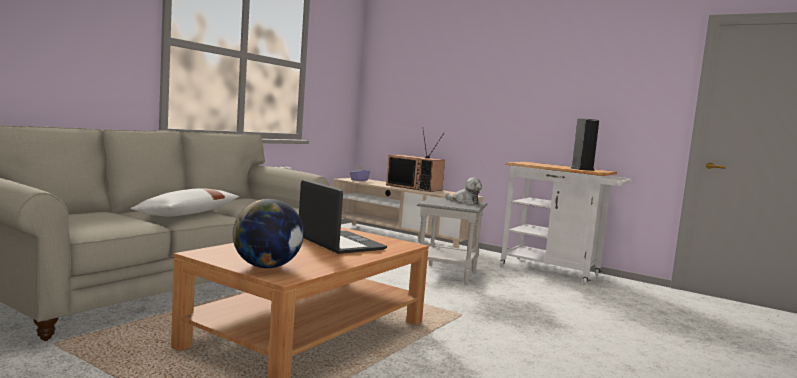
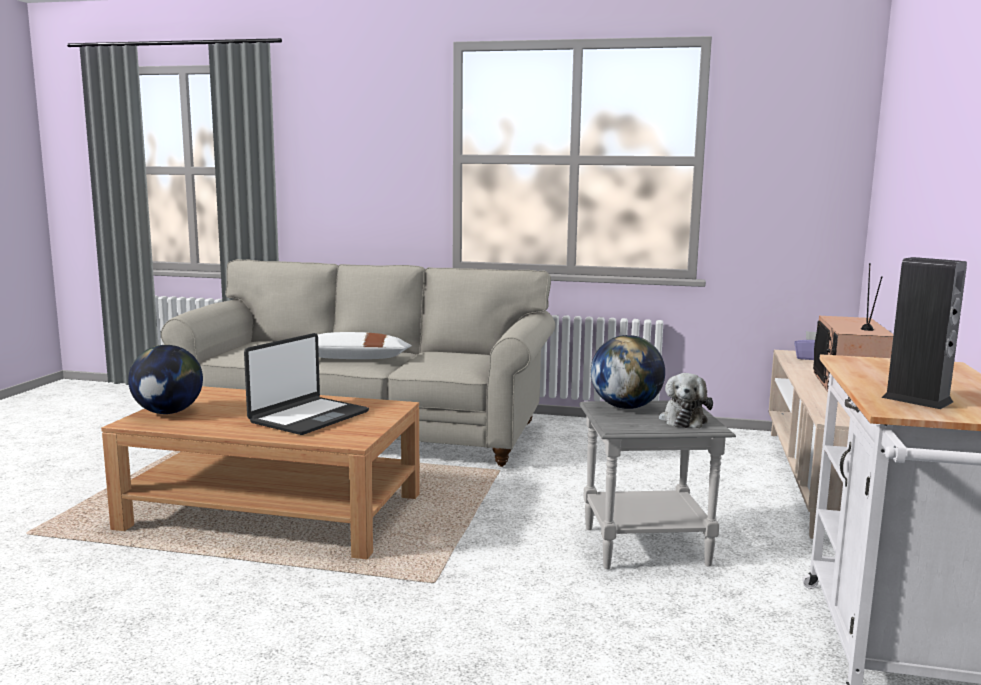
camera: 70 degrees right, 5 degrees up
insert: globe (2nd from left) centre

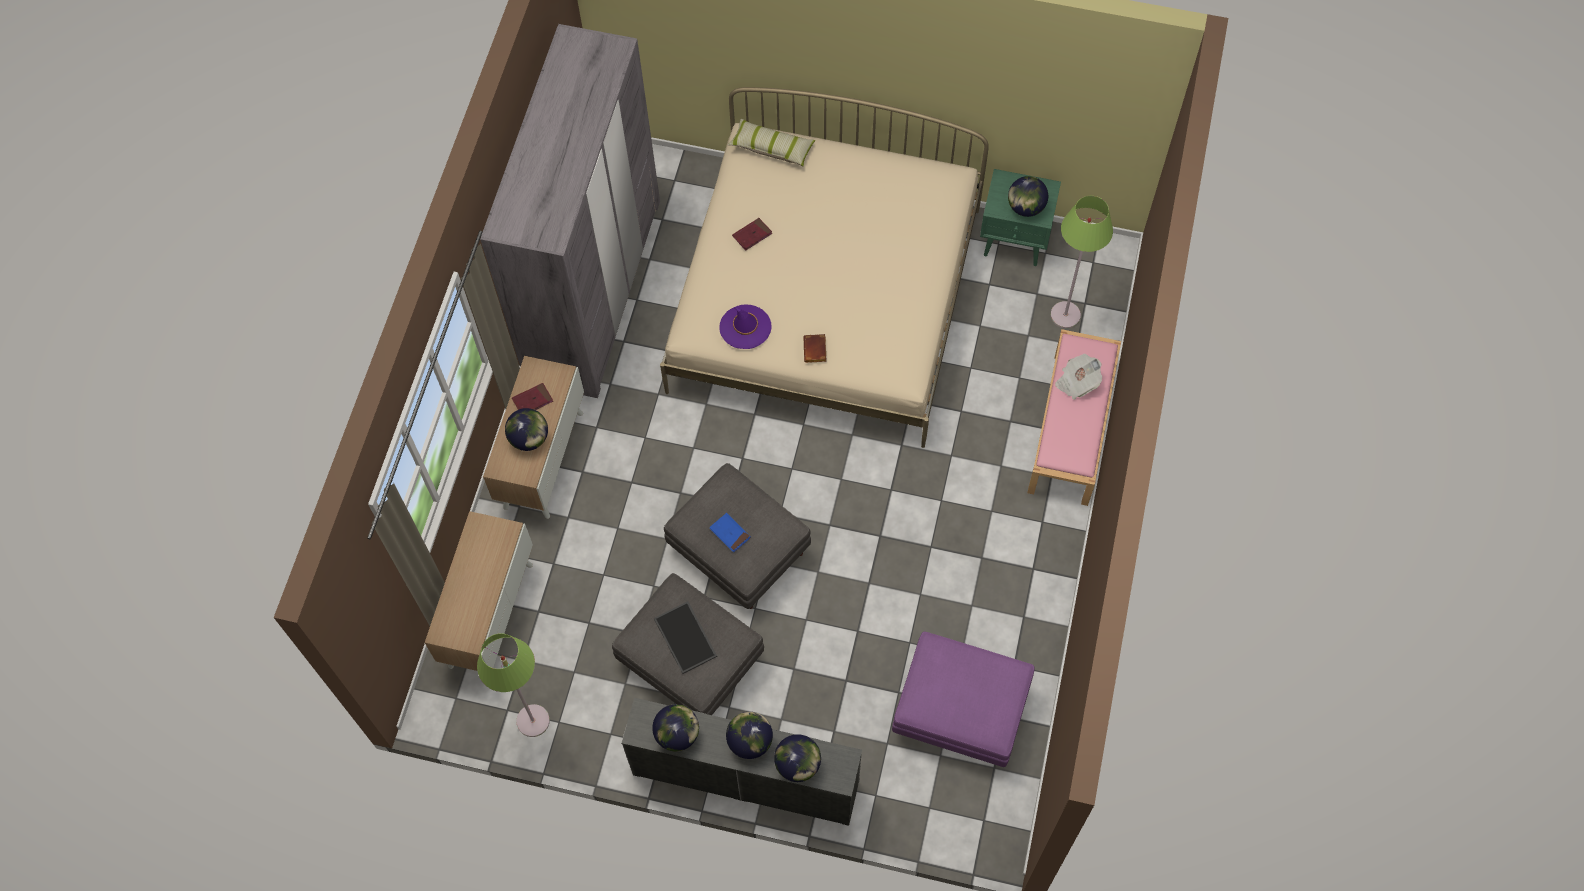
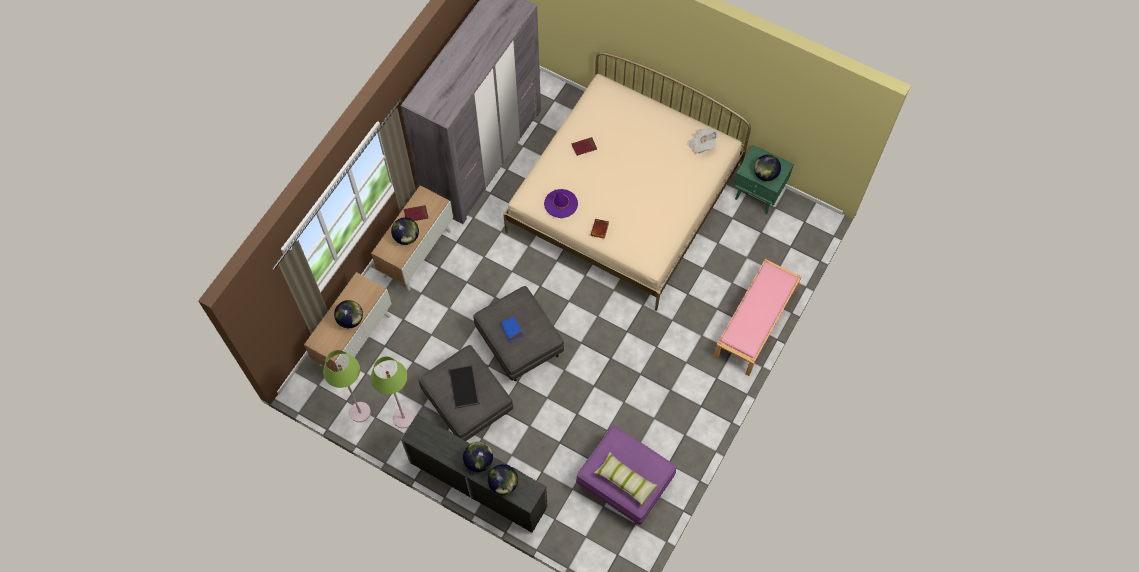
camera: 15 degrees right, 0 degrees up
move: cushion top centre to bottom centre; green-coloured standard lamp (2nd from left) top right to bottom centre; printed paper middle right to top centre; globe (2nd from left in the first image) bottom centre to globe (1st from left) middle left

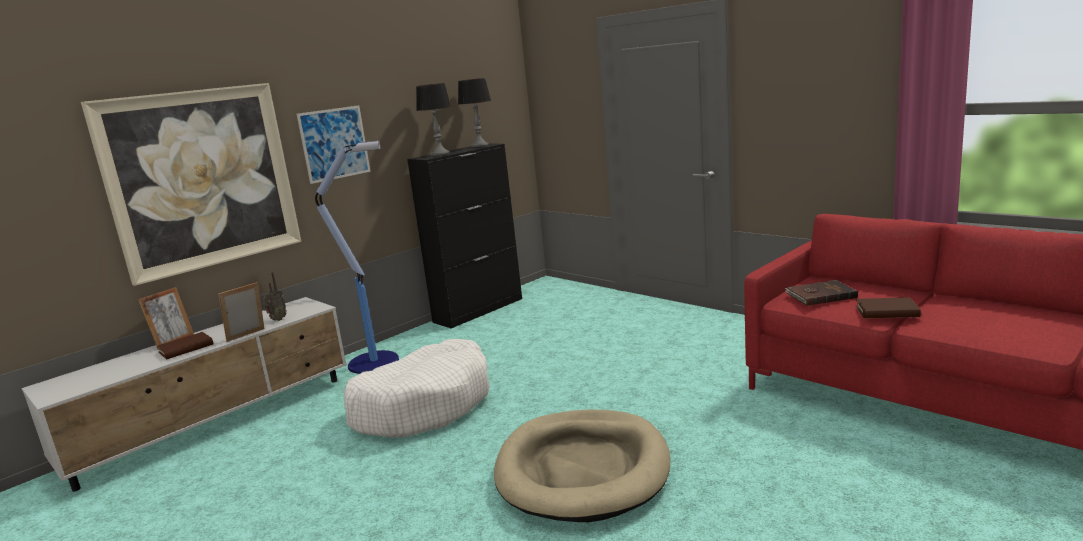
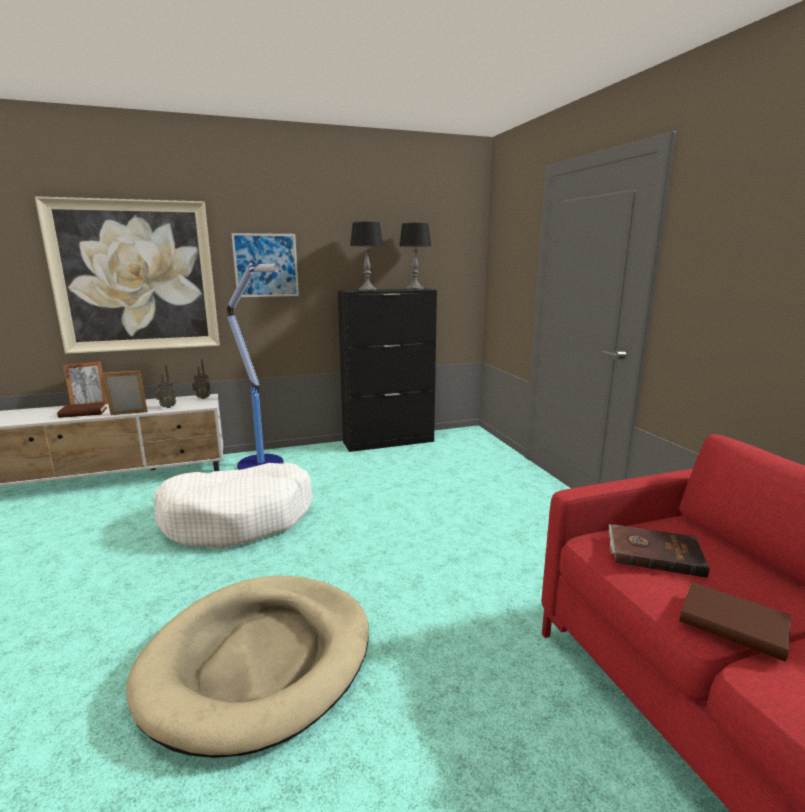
camera: 25 degrees right, 0 degrees up
insert: radio receiver (2nd from left) middle left

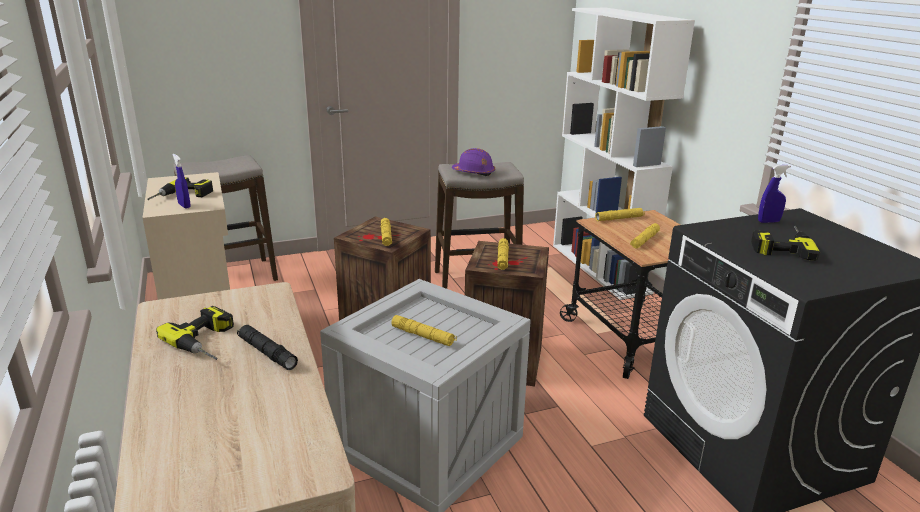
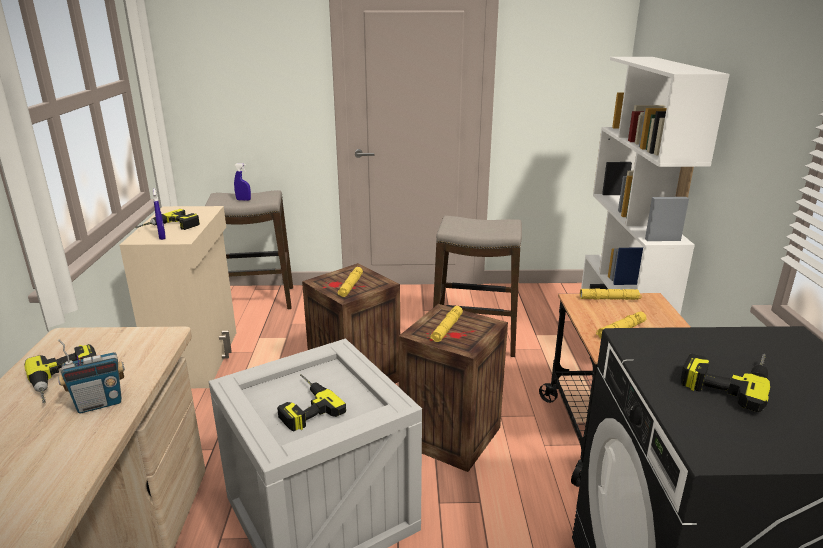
camera: 20 degrees right, 0 degrees up
delete: purple-coloured work helmet top centre
move: bluish sprayer (2nd from left) middle right to top left
replace: yellowish torch (2nd from left) centre to power drill (3rd from left) bottom centre; black-coloured torch bottom left to radio receiver bottom left

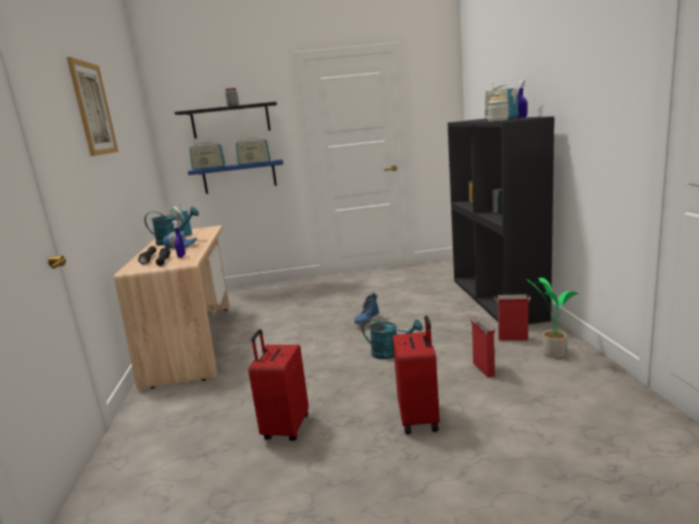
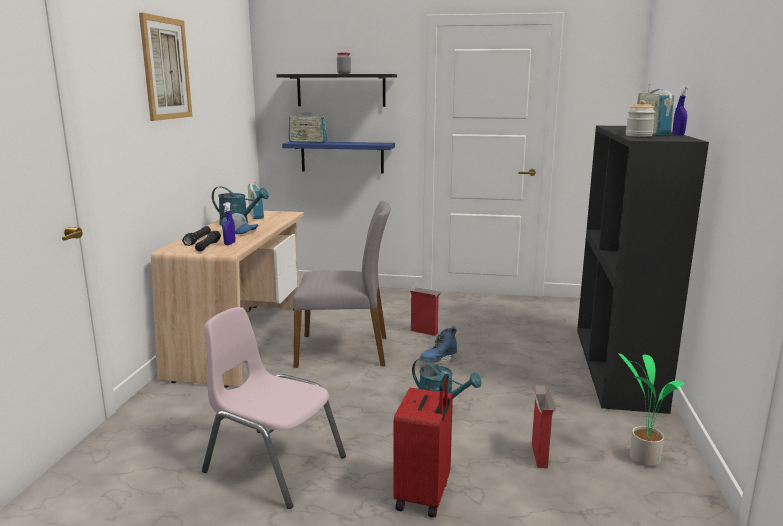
camera: 15 degrees right, 0 degrees up
delete: radio receiver (3rd from left) top centre
insert: gray upright chair centre
move: carton (2nd from left in the first image) middle right to carton (1st from left) centre
replace: red piece of luggage (1st from left) bottom centre to pink-coloured upright chair bottom centre

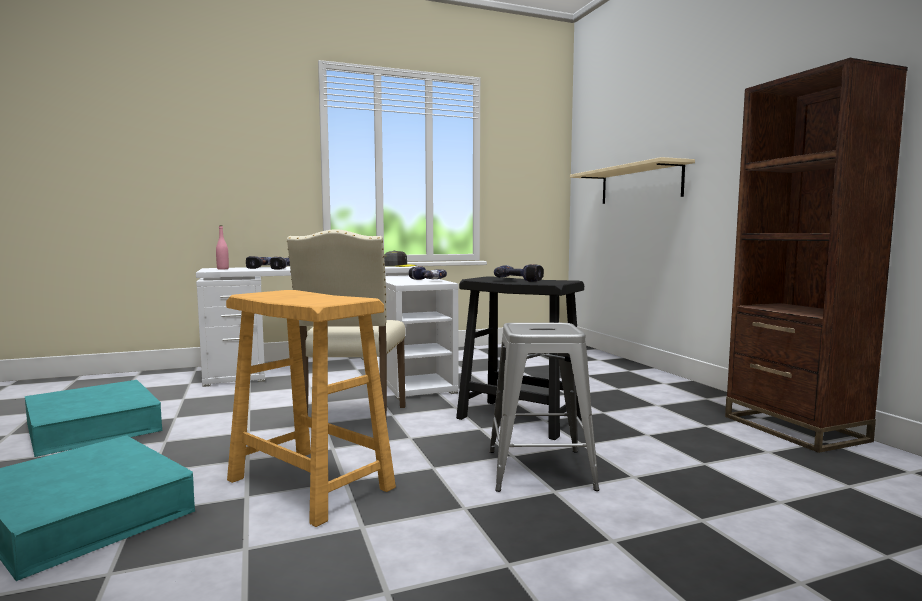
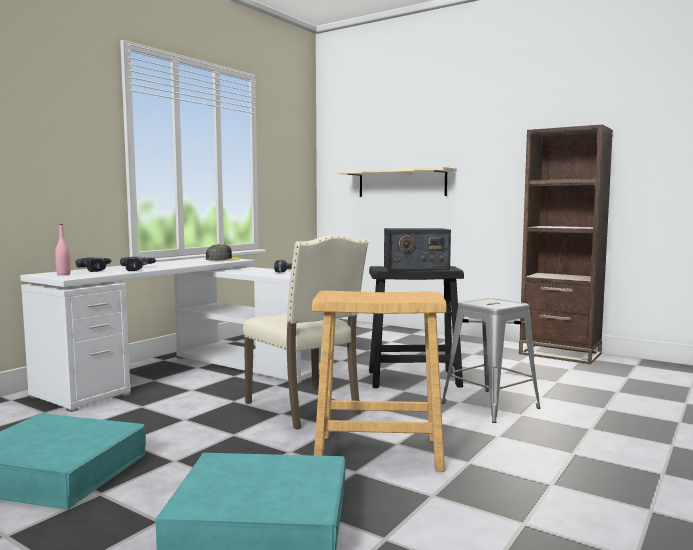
camera: 35 degrees left, 0 degrees up
replace: power drill (4th from left) centre to radio receiver centre

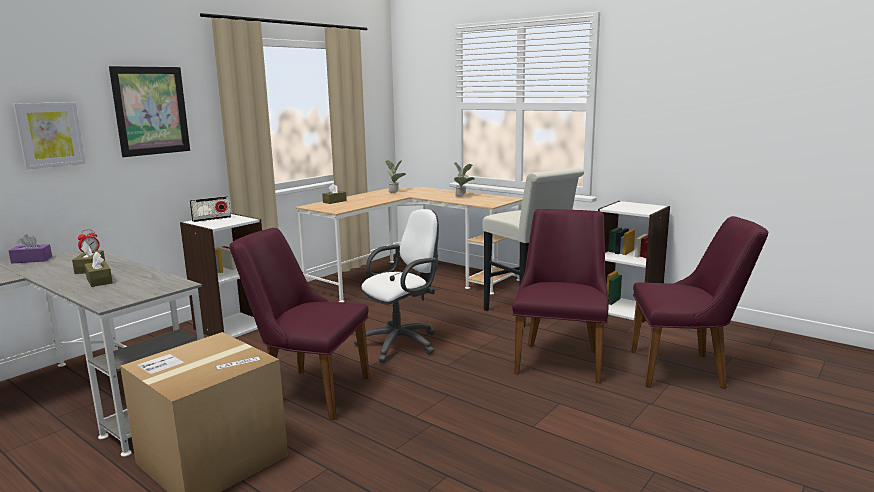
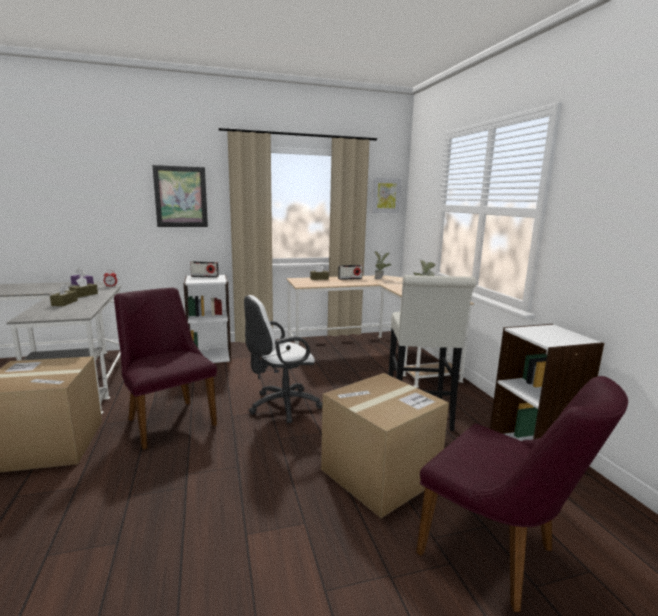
camera: 35 degrees right, 0 degrees up
insert: radio receiver (2nd from left) centre
move: wall picture (1st from left in the first image) top left to wall picture (2nd from left) top centre
replace: purple-coloured upright chair (2nd from left) centre to carton (2nd from left) bottom centre
rotate: whitish office chair centre = centre 150 degrees clockwise

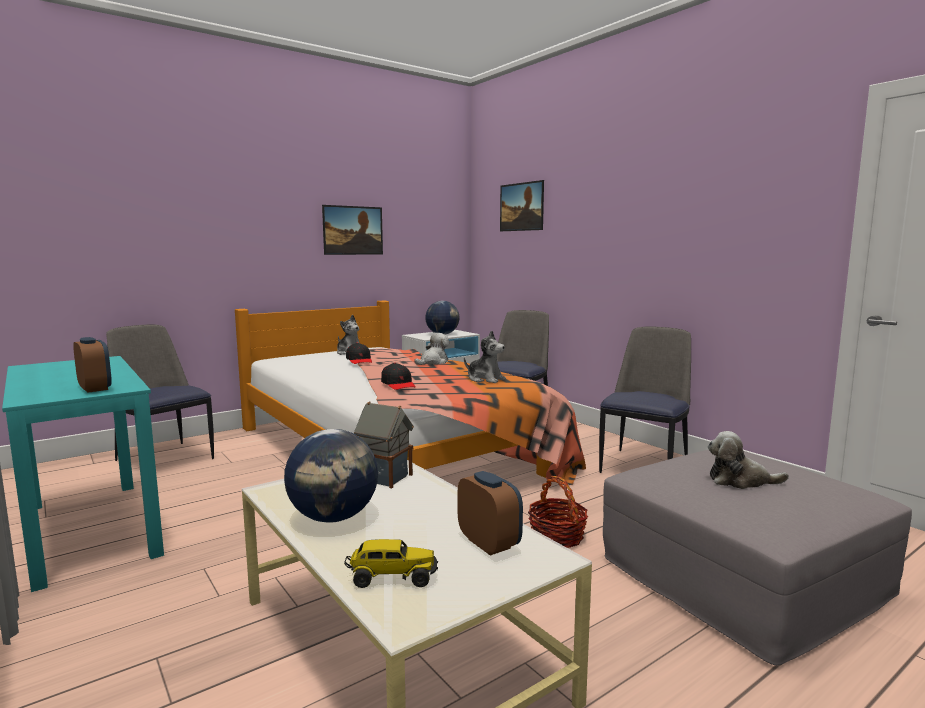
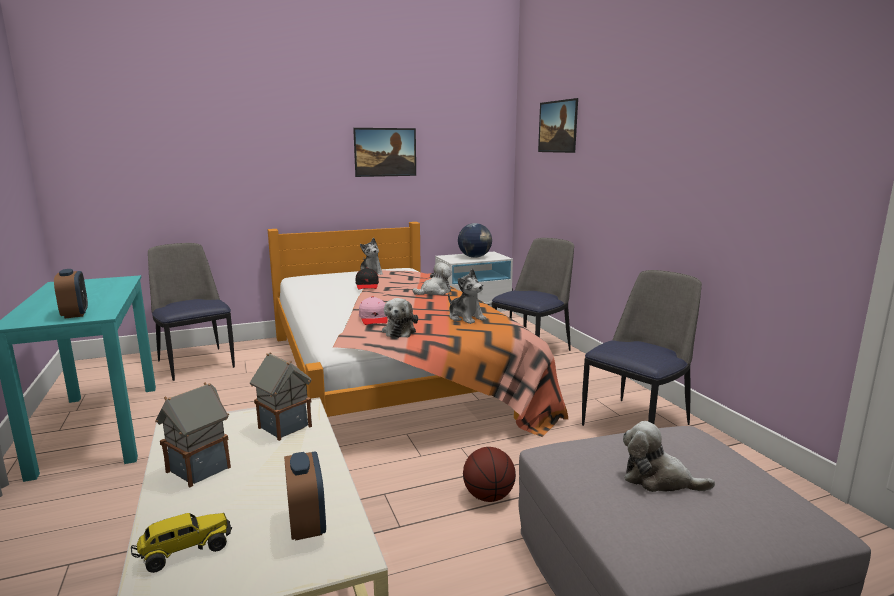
camera: 15 degrees right, 5 degrees up
insert: soft toy (2nd from left) centre
replace: globe (1st from left) bottom centre to miniature house (1st from left) bottom left; household basket bottom centre to basketball bottom centre
recolor: black-coloured peaked cap (2nd from left) centre to pink-coloured peaked cap centre
rotate: model truck bottom centre = bottom left 45 degrees counterclockwise

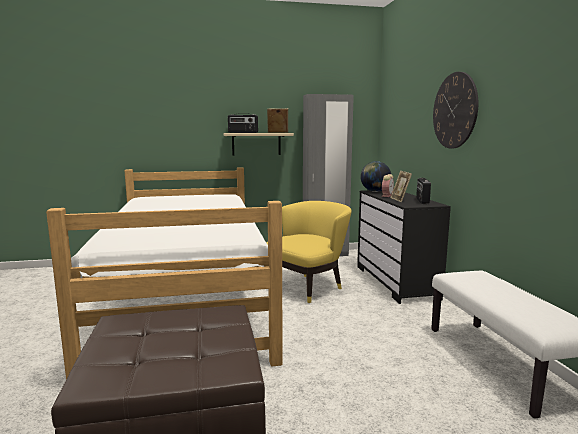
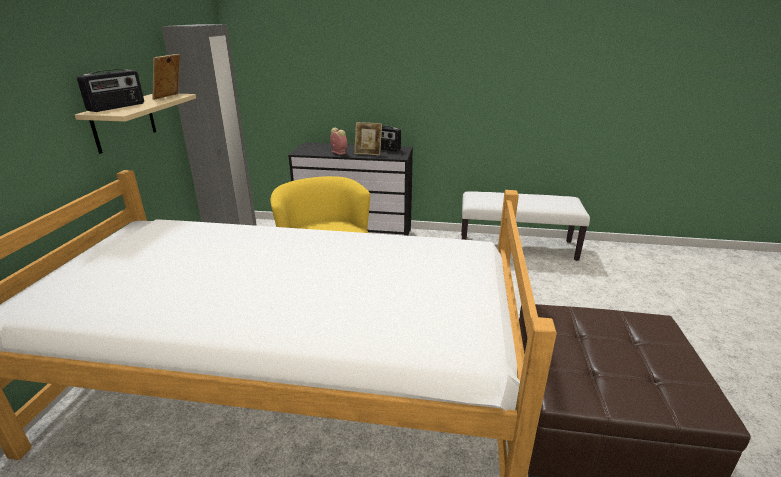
camera: 70 degrees left, 15 degrees up
delete: hanging clock top right; globe centre

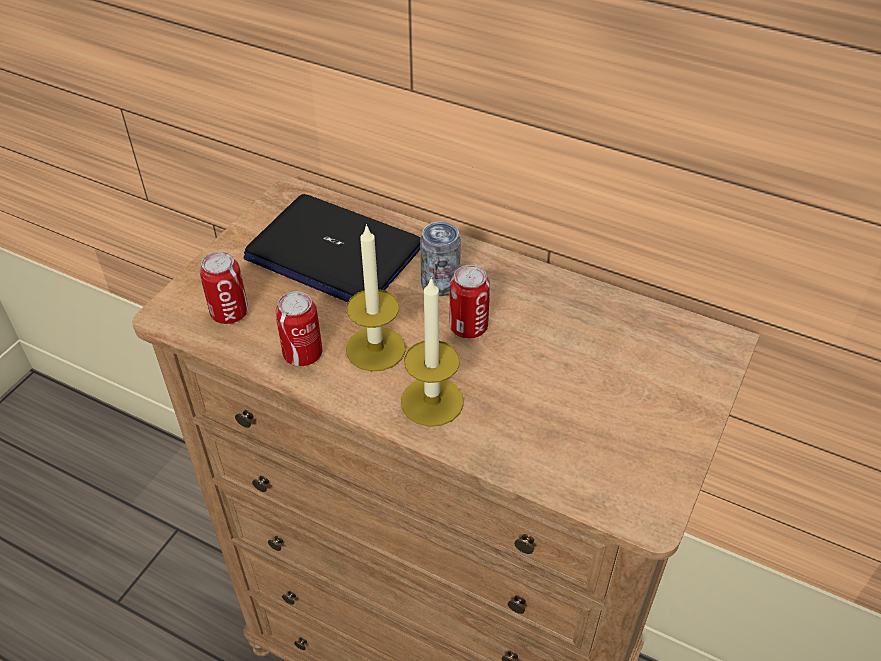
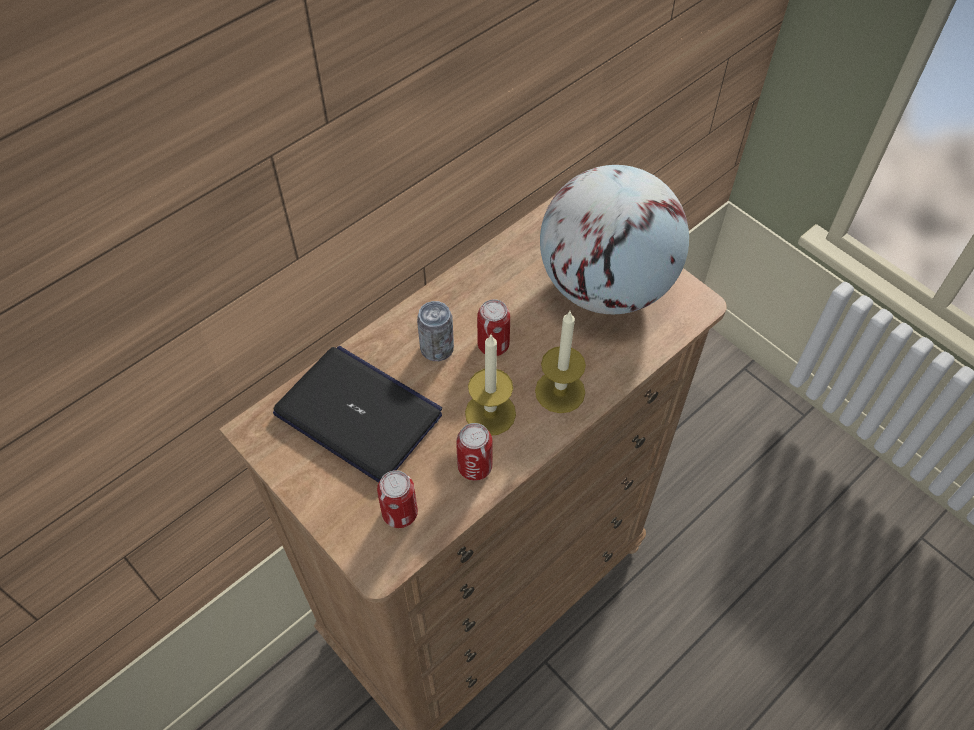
camera: 70 degrees left, 10 degrees up
insert: globe top centre
rotate: laptop centre = centre 105 degrees counterclockwise

